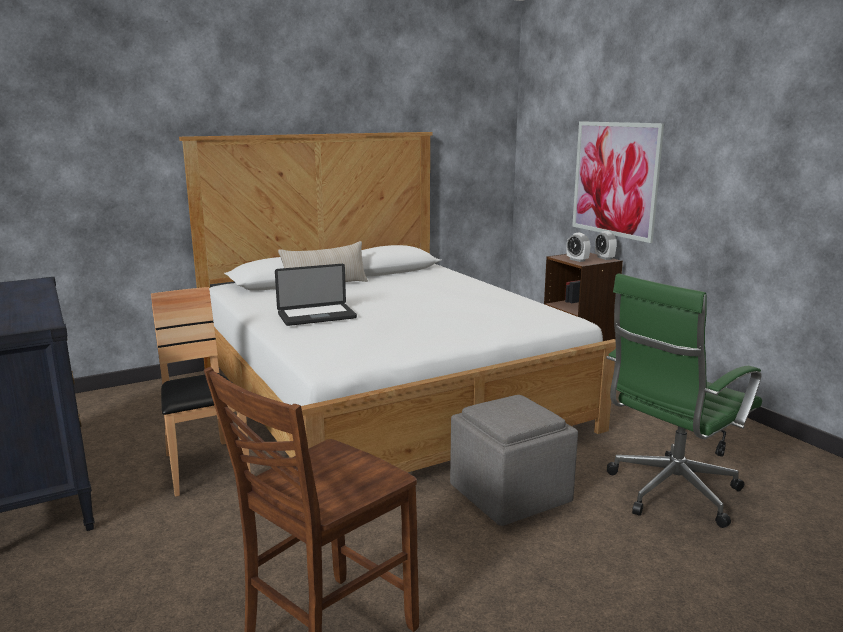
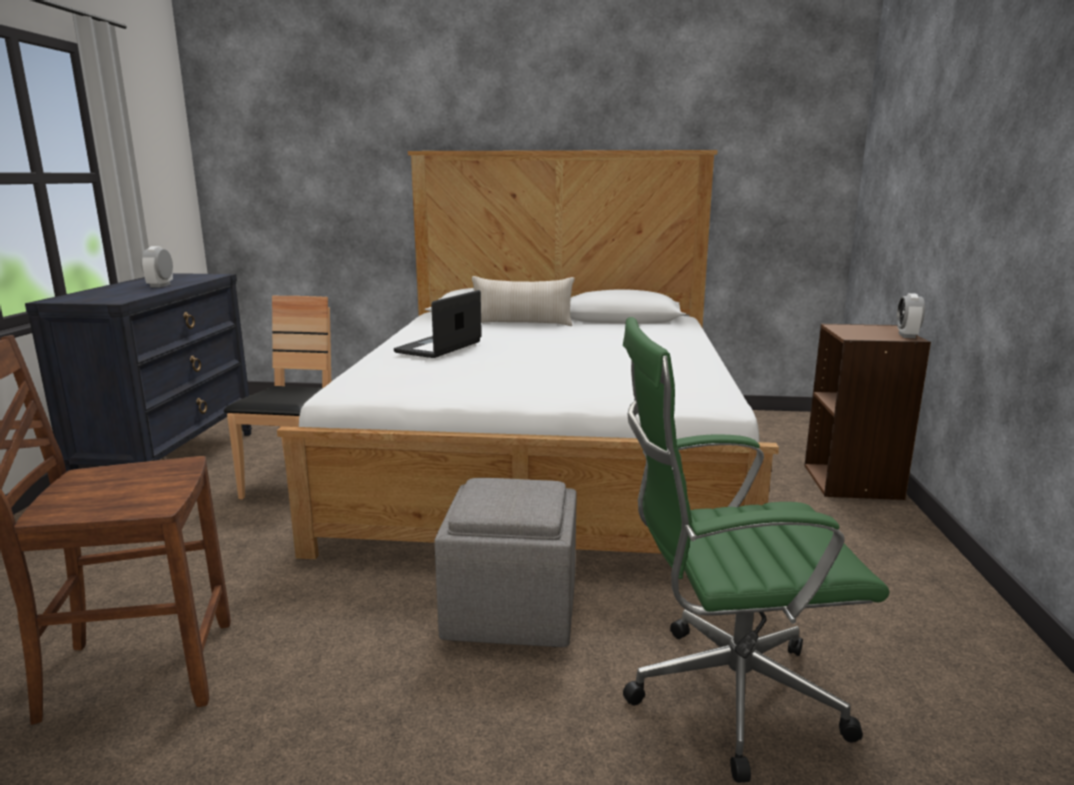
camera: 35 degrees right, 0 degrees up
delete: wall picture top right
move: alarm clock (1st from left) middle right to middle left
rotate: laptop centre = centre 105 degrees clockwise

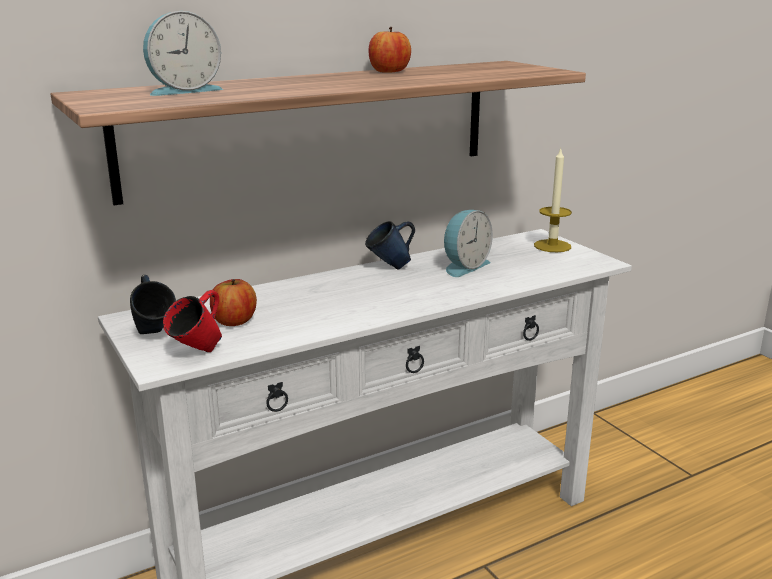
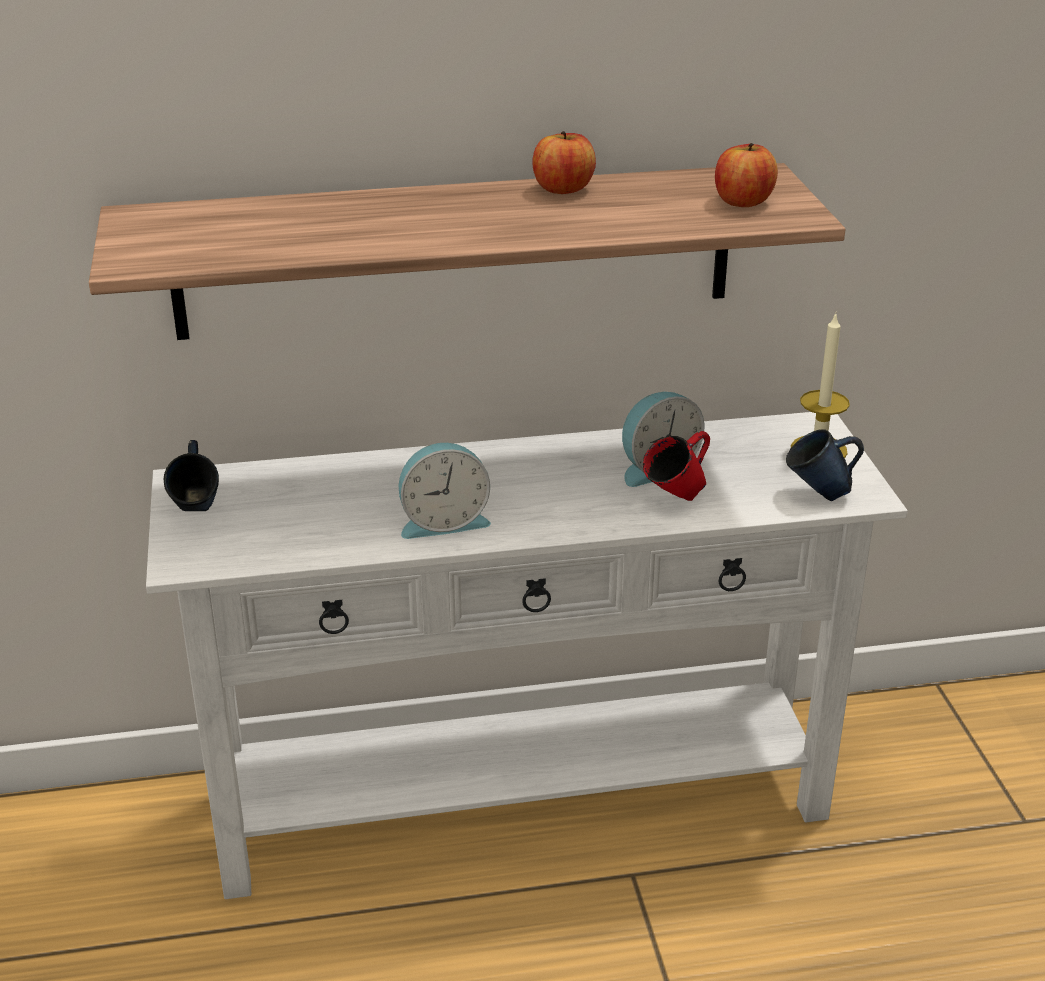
camera: 20 degrees right, 10 degrees up
move: alarm clock (1st from left) top left to centre; bluish tea mug (2nd from left) centre to middle right; apple fruit (1st from left in the first image) middle left to apple fruit (2nd from left) top right; red tea mug middle left to centre

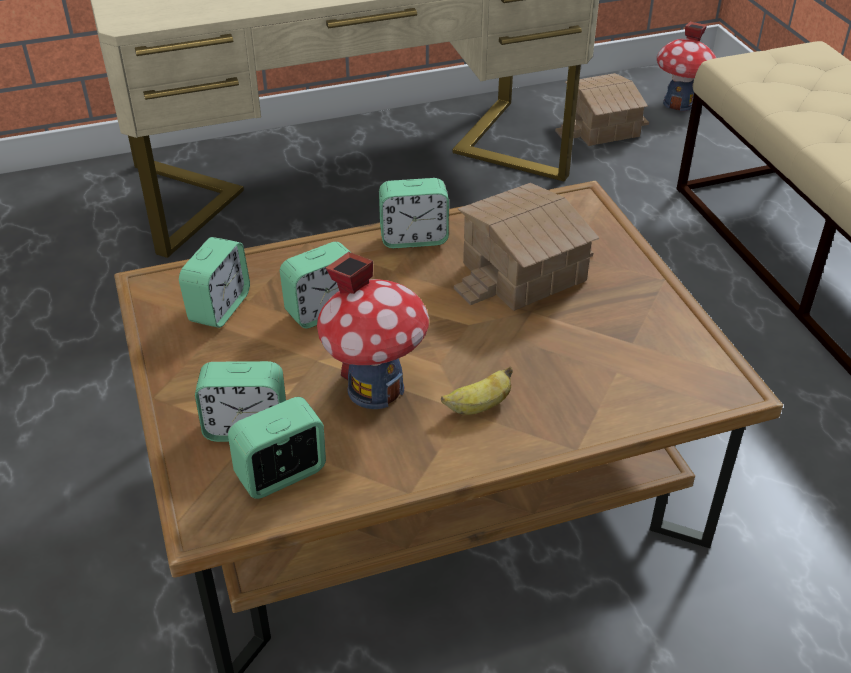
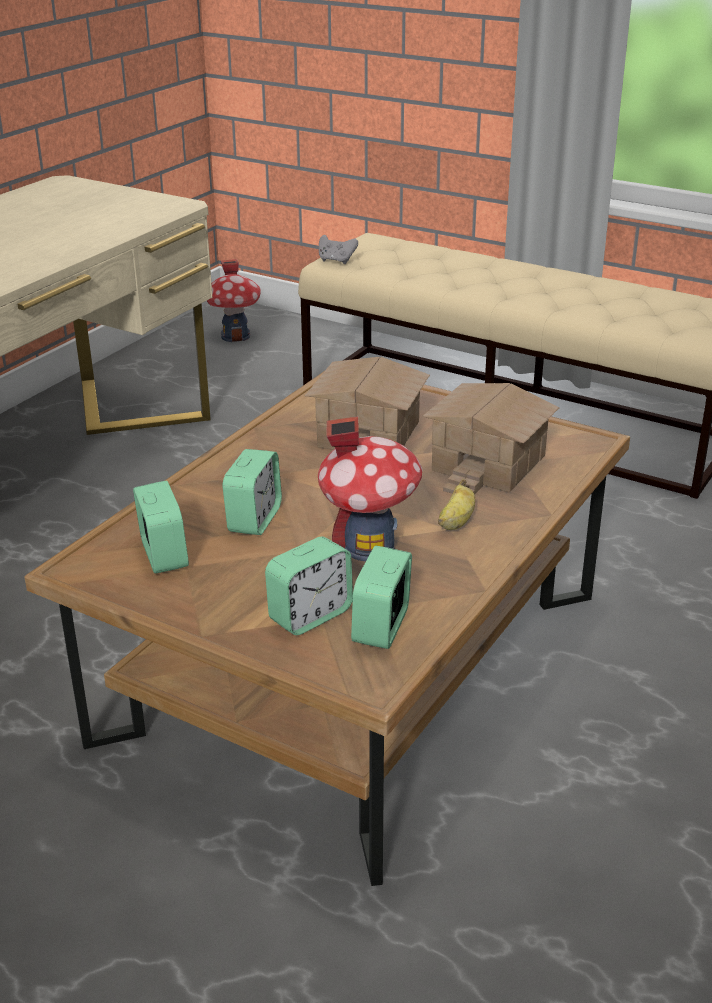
camera: 40 degrees left, 10 degrees down
delete: alarm clock (5th from left) top centre
insert: gray gamepad top centre
move: miniature house (3rd from left in the first image) top right to miniature house (4th from left) middle right

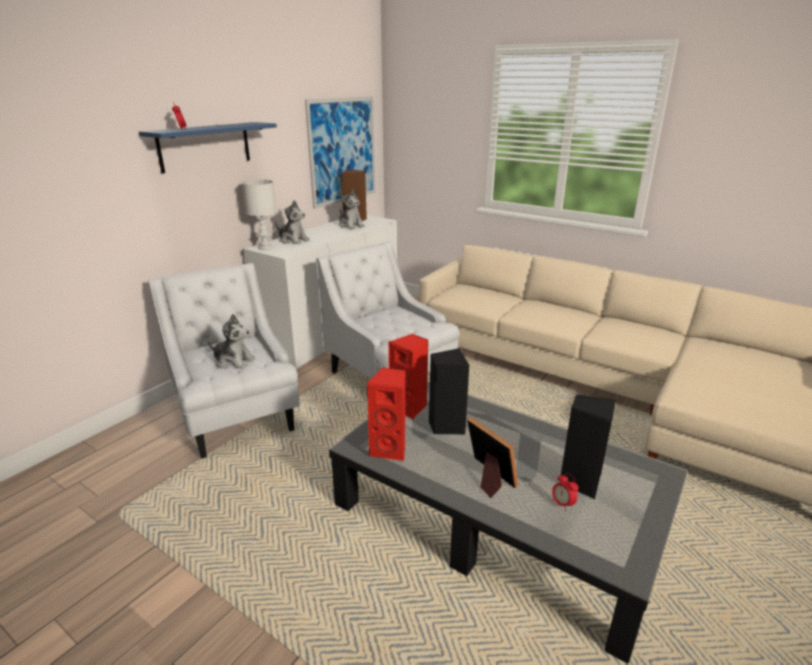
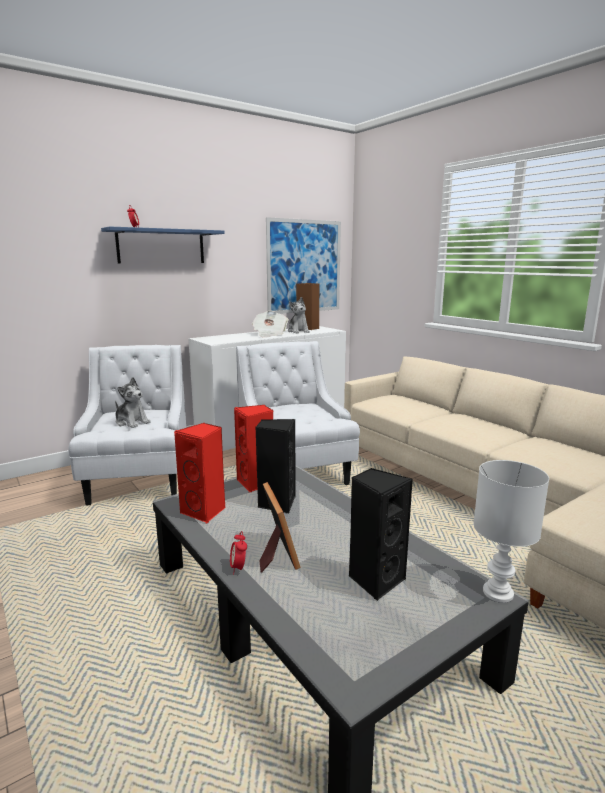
camera: 20 degrees right, 10 degrees down
delete: soft toy (2nd from left) centre
insert: printed paper centre
move: whitish lamp for a table top left to bottom right; alarm clock (2nd from left) bottom right to bottom centre

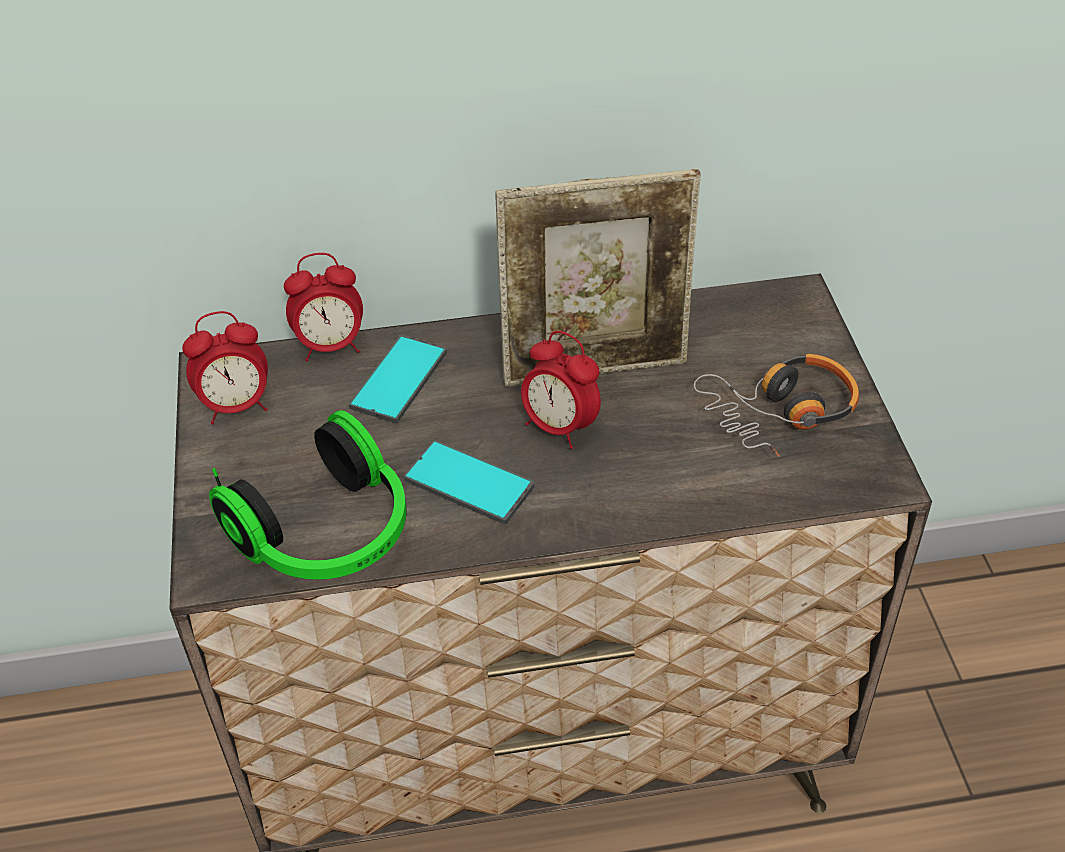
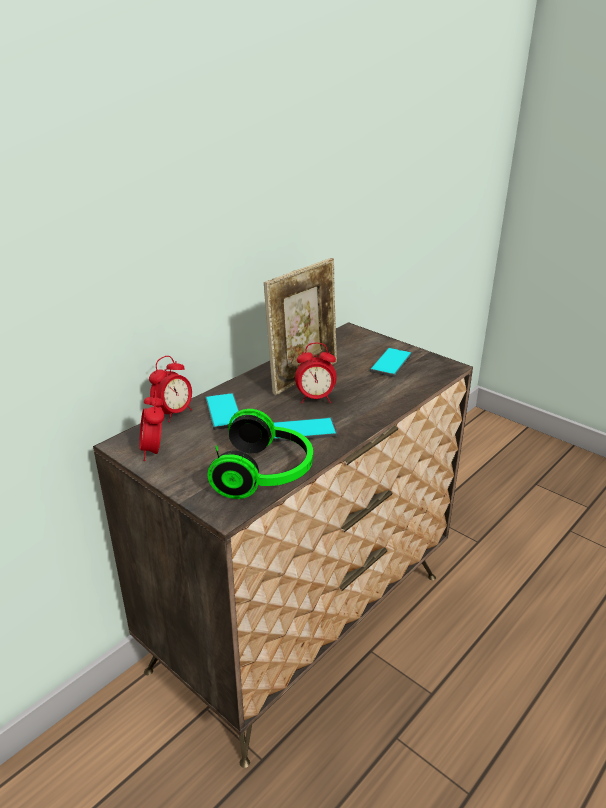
camera: 40 degrees left, 15 degrees down
replace: headphones (2nd from left) middle right to handset (3rd from left) centre
rotate: alarm clock (1st from left) middle left = middle left 135 degrees clockwise

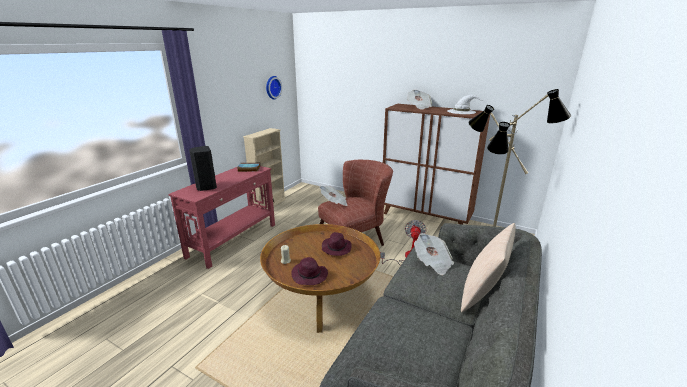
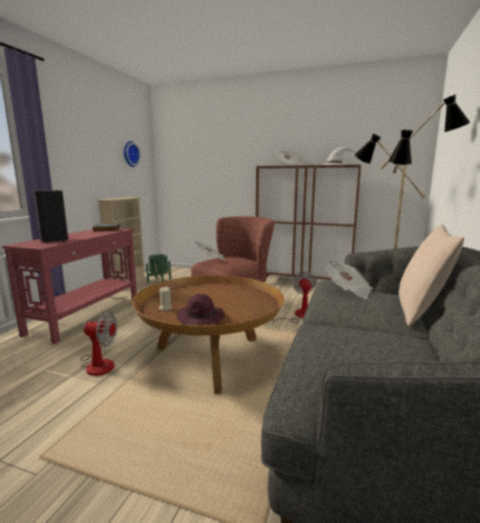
camera: 10 degrees left, 10 degrees down
delete: purple-coloured clothing hat (2nd from left) centre
insert: green-coloured plant pot middle left; cooling fan (1st from left) middle left

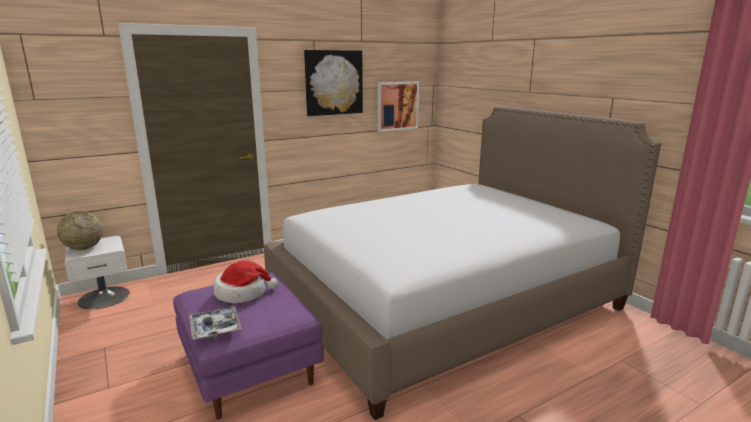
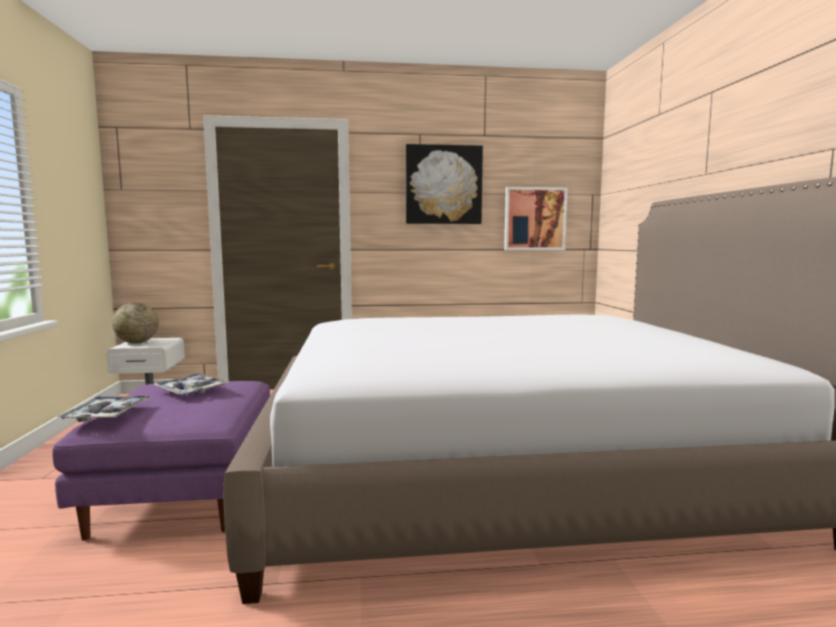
camera: 25 degrees right, 10 degrees down
replace: clothing hat bottom left to tray (2nd from left) middle left

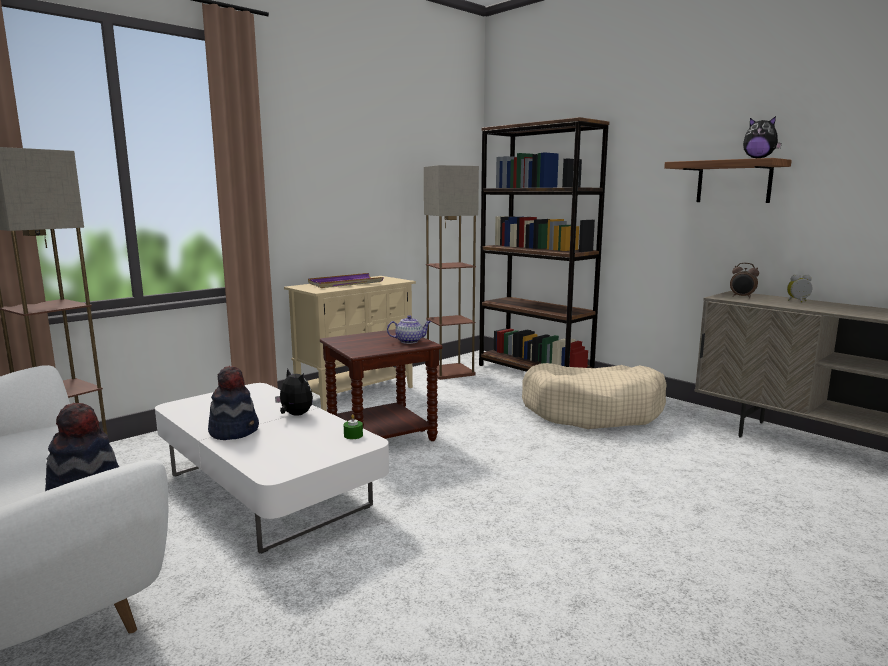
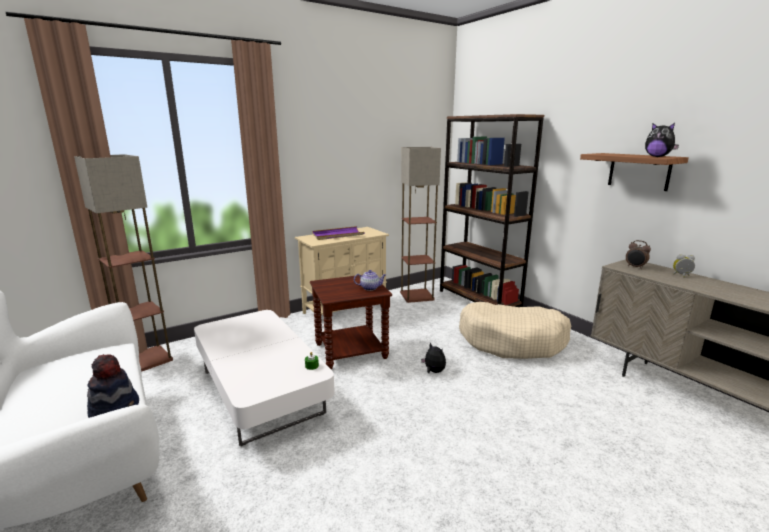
camera: 10 degrees right, 5 degrees up
delete: clothing hat (2nd from left) middle left
move: soft toy (1st from left) middle left to bottom centre

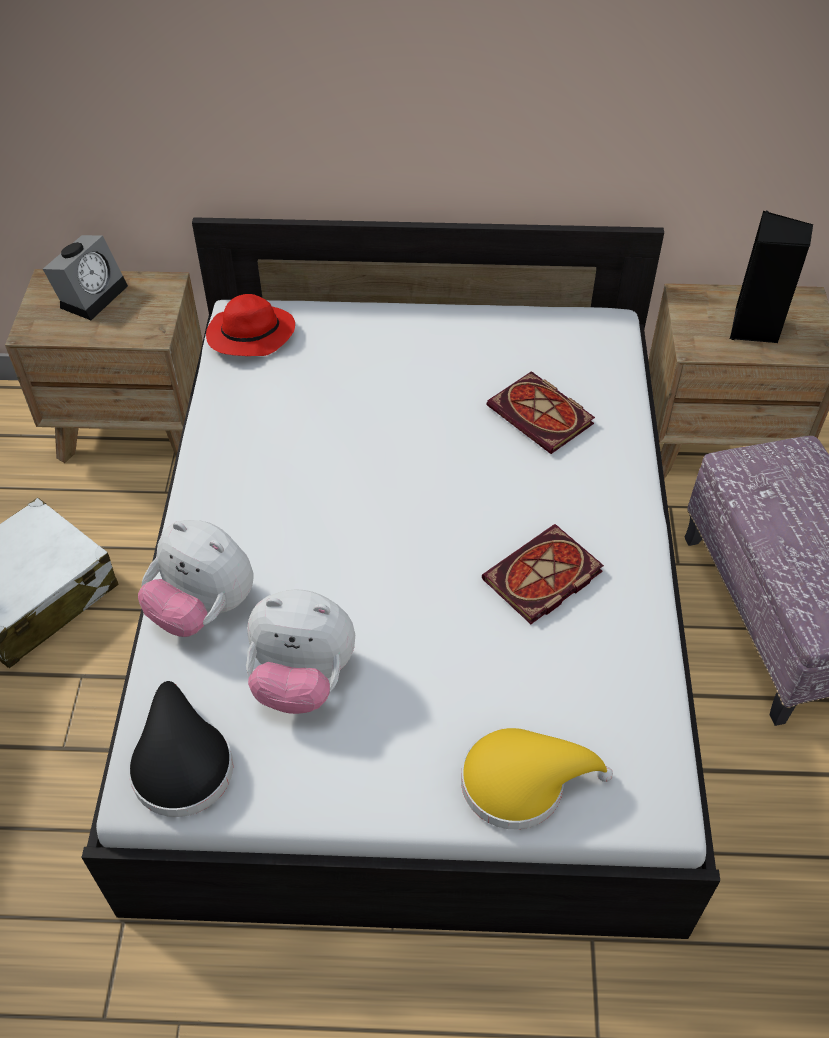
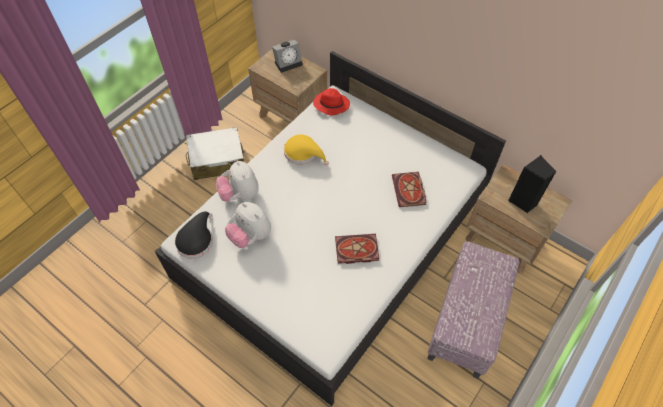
camera: 35 degrees right, 5 degrees up
move: yellowish clothing hat bottom centre to centre

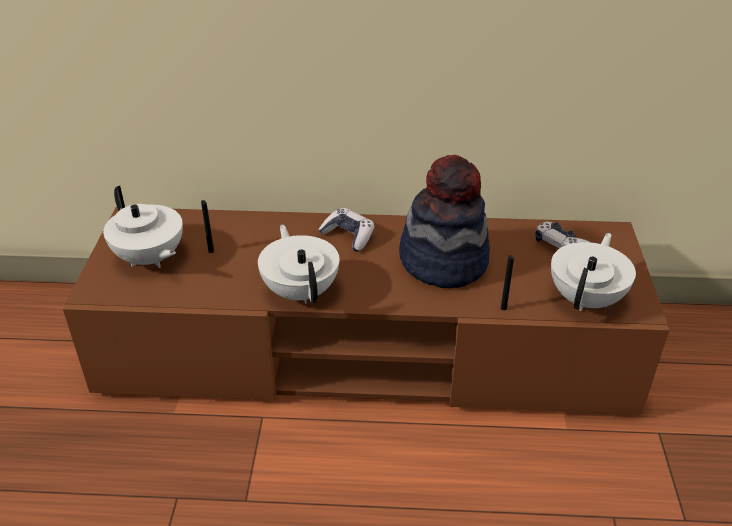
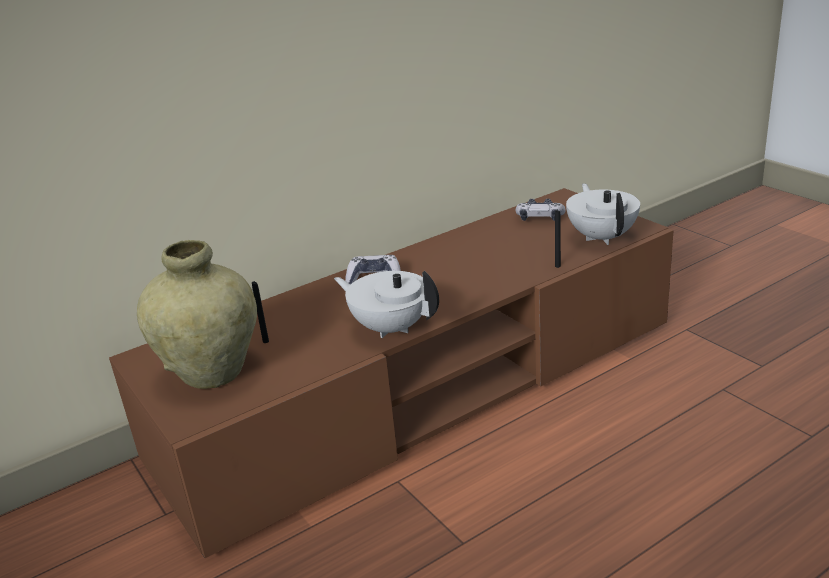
camera: 35 degrees left, 10 degrees down
delete: clothing hat centre
replace: whitish tea pot (1st from left) middle left to beige-coloured flower vase middle left

